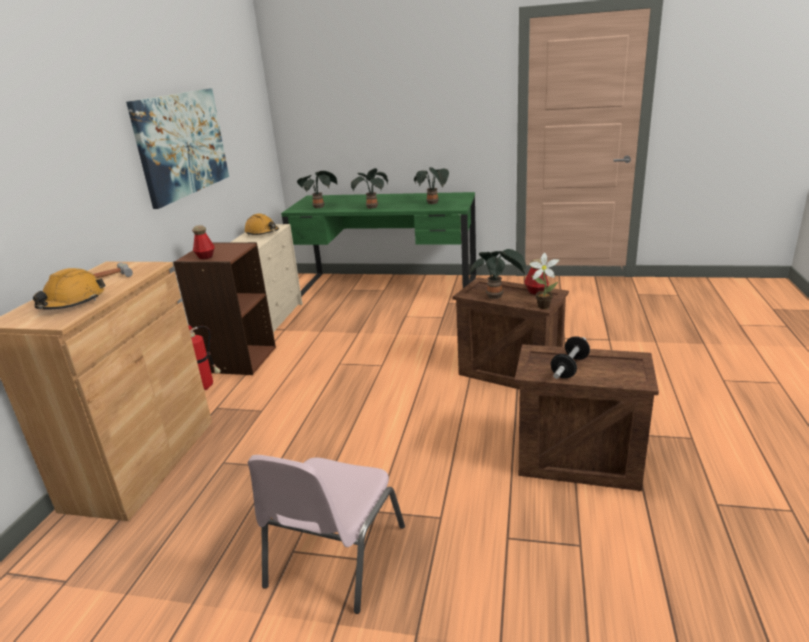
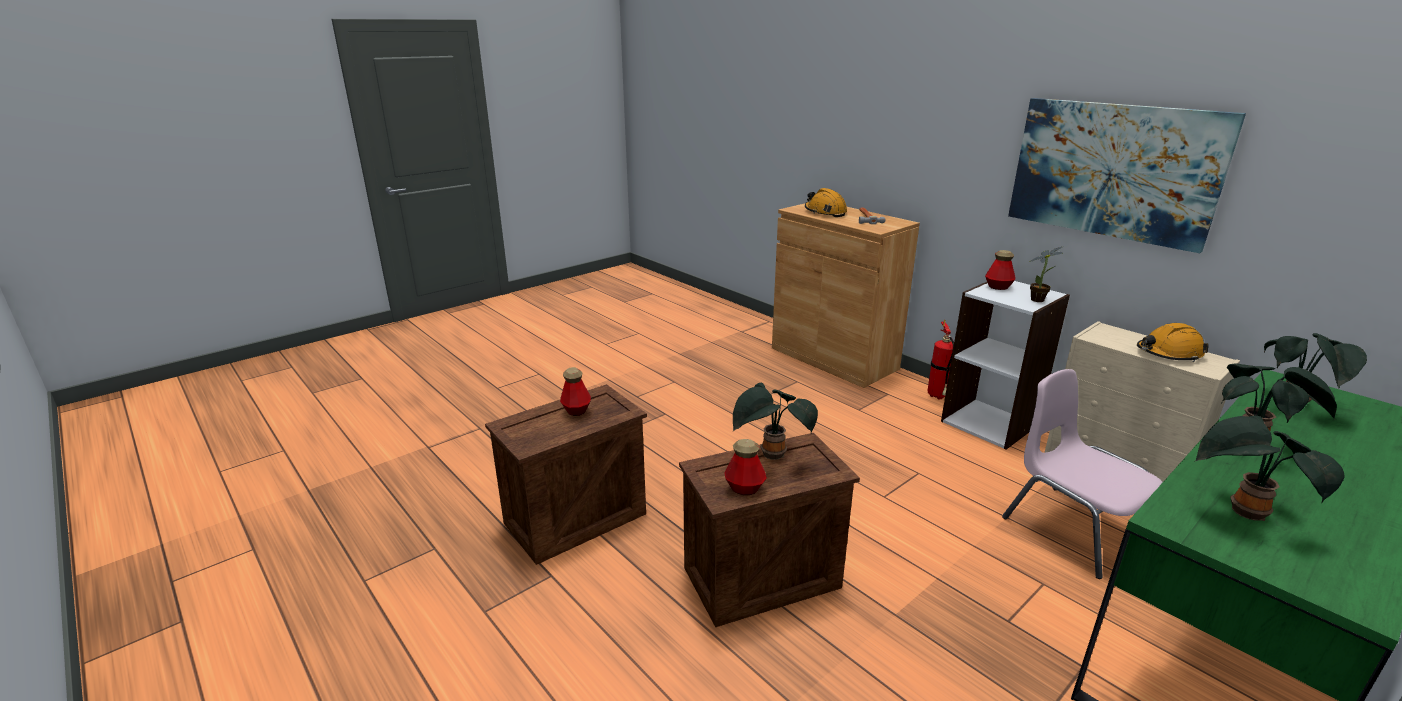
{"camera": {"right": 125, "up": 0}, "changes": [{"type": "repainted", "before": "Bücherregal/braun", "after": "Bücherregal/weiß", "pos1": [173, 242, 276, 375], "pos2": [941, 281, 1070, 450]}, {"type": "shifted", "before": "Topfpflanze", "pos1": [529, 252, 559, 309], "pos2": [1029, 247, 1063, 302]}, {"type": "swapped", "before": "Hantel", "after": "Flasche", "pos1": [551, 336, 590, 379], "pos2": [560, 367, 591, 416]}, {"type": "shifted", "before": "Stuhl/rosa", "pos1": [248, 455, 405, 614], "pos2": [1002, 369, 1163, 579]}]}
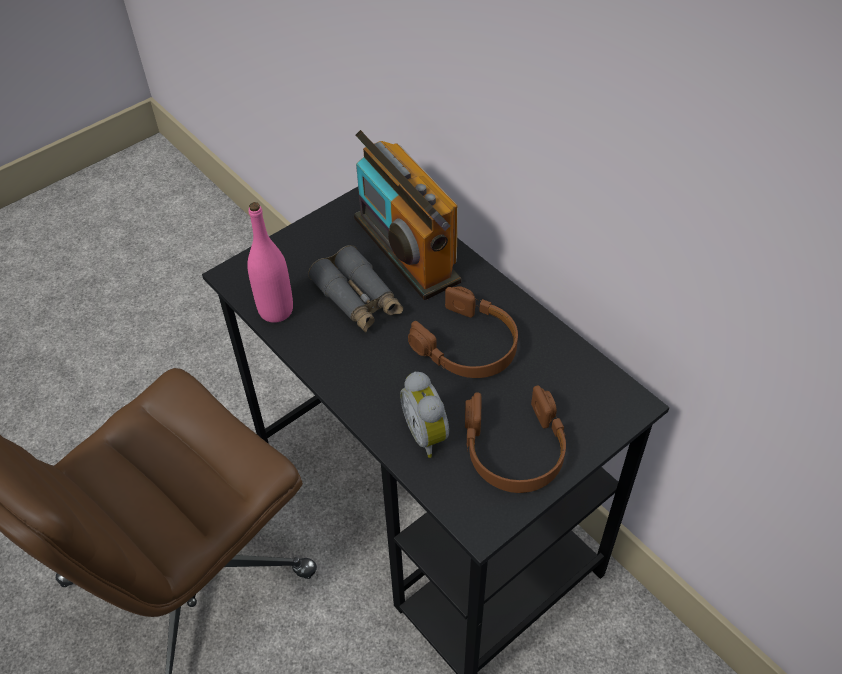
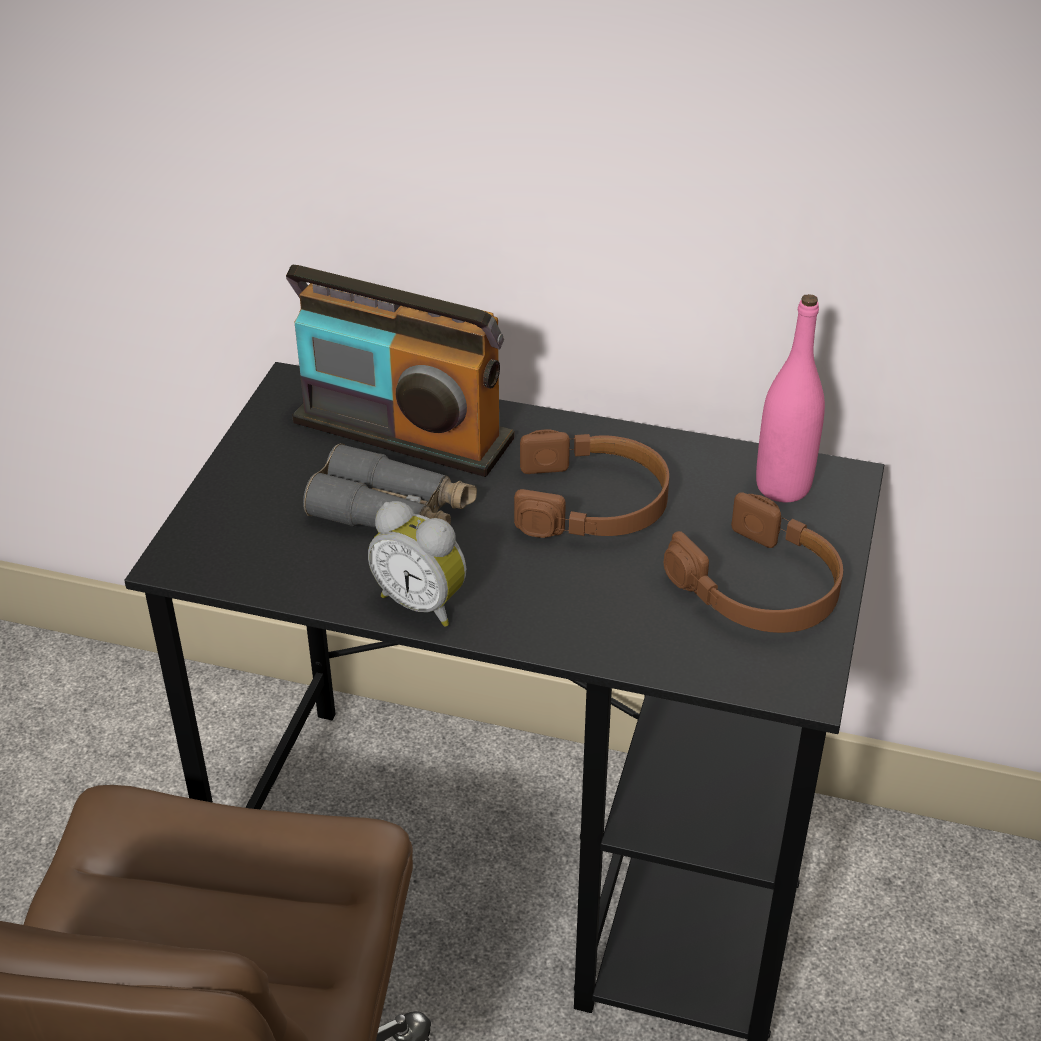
{"camera": {"right": -35, "up": -10}, "changes": [{"type": "shifted", "before": "Flasche/rosa", "pos1": [247, 202, 293, 323], "pos2": [756, 294, 825, 502]}, {"type": "shifted", "before": "Wecker", "pos1": [400, 372, 449, 458], "pos2": [368, 501, 466, 627]}]}
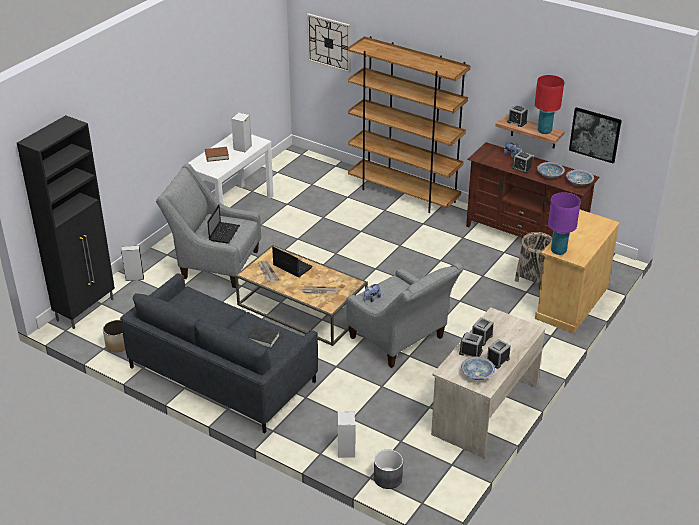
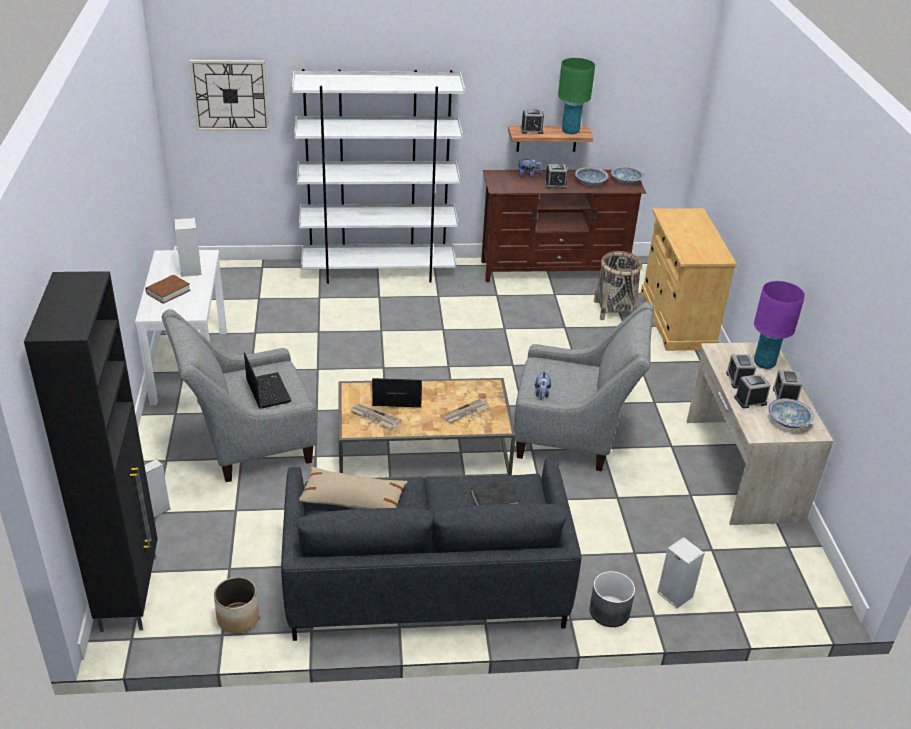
{"camera": {"right": -40, "up": 0}, "changes": [{"type": "repainted", "before": "Bücherregal/braun", "after": "Bücherregal/weiß", "pos1": [348, 36, 471, 213], "pos2": [292, 69, 465, 284]}, {"type": "repainted", "before": "Tischlampe/rot", "after": "Tischlampe/grün", "pos1": [535, 75, 564, 134], "pos2": [558, 58, 595, 134]}, {"type": "gone", "before": "Bild", "pos1": [569, 107, 622, 163]}, {"type": "shifted", "before": "Tischlampe/lila", "pos1": [548, 192, 581, 255], "pos2": [754, 281, 805, 369]}, {"type": "shifted", "before": "Pflanzkübel/grau", "pos1": [374, 450, 403, 489], "pos2": [589, 571, 635, 627]}, {"type": "new", "after": "Kissen/beige", "pos2": [299, 467, 408, 509]}]}
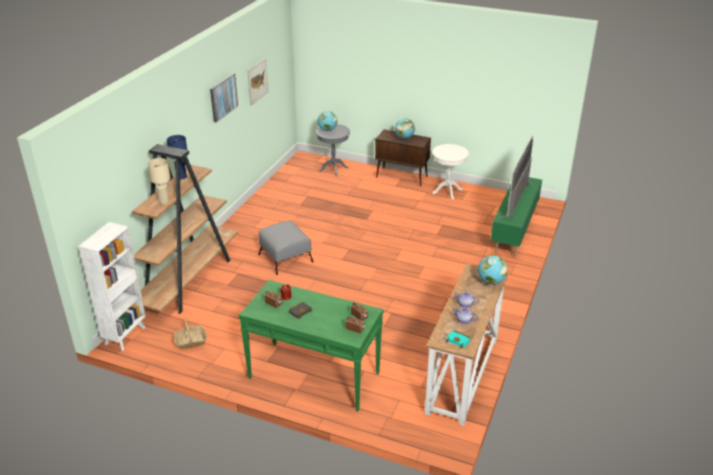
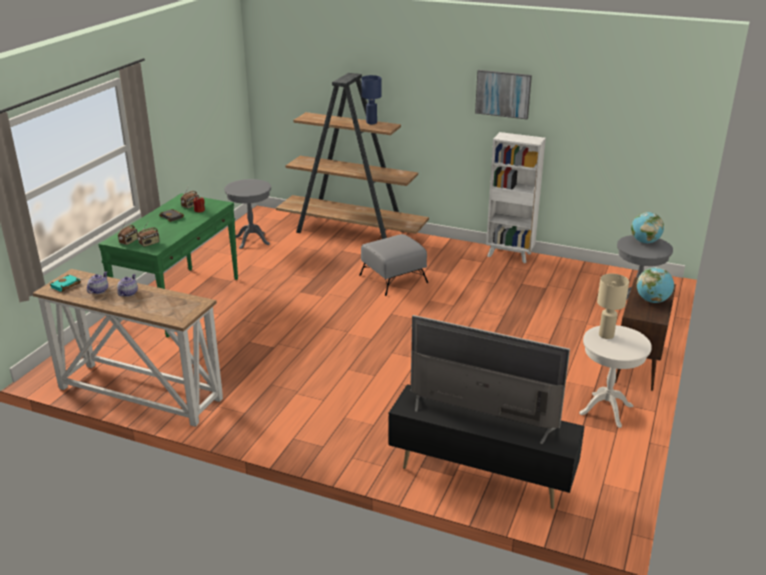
{"camera": {"right": 90, "up": -5}, "changes": [{"type": "gone", "before": "Bild", "pos1": [247, 58, 268, 106]}, {"type": "shifted", "before": "Tischlampe/beige", "pos1": [148, 158, 170, 205], "pos2": [597, 274, 629, 339]}, {"type": "repainted", "before": "Fernsehschrank/grün", "after": "Fernsehschrank/schwarz", "pos1": [491, 177, 542, 256], "pos2": [389, 384, 585, 509]}, {"type": "shifted", "before": "Bücherregal/weiß", "pos1": [78, 222, 146, 351], "pos2": [486, 132, 546, 263]}, {"type": "gone", "before": "Globus", "pos1": [478, 255, 508, 285]}, {"type": "swapped", "before": "Korb", "after": "Beistelltisch/grau", "pos1": [173, 319, 207, 349], "pos2": [224, 179, 271, 249]}]}
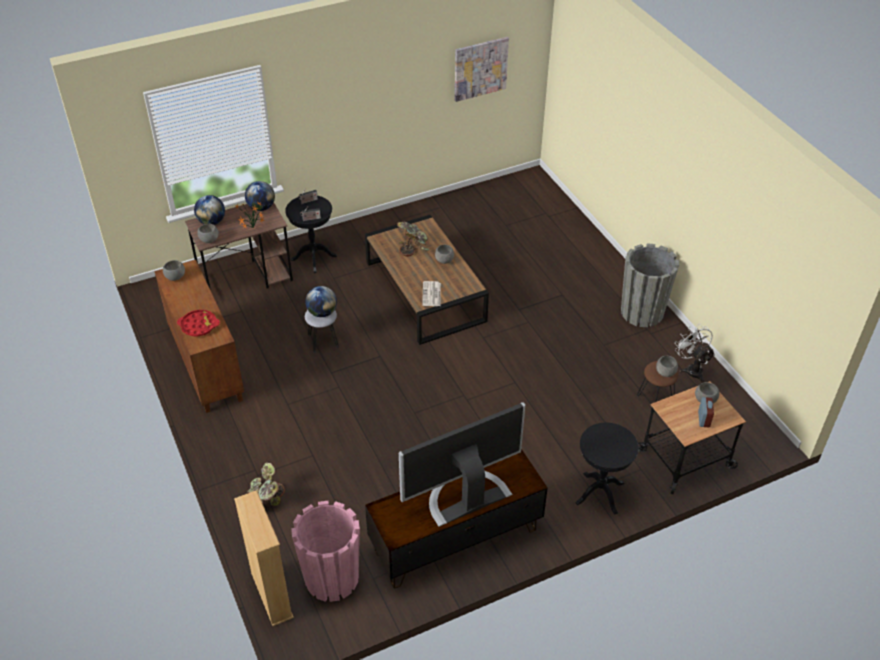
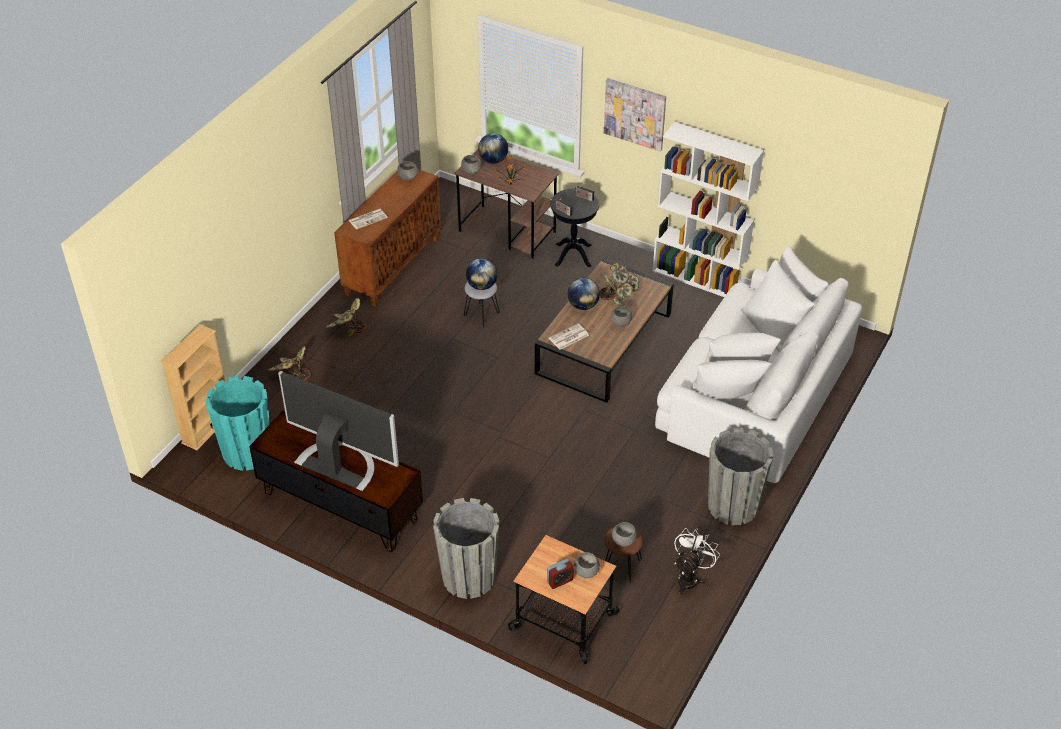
{"camera": {"right": 55, "up": 0}, "changes": [{"type": "shifted", "before": "Bild", "pos1": [455, 37, 509, 102], "pos2": [604, 78, 666, 152]}, {"type": "shifted", "before": "Globus", "pos1": [245, 181, 275, 211], "pos2": [568, 278, 600, 310]}, {"type": "swapped", "before": "Tablett/rot", "after": "Zeitung", "pos1": [177, 310, 220, 336], "pos2": [349, 209, 388, 230]}, {"type": "swapped", "before": "Beistelltisch/schwarz", "after": "Pflanzkübel/grau", "pos1": [575, 423, 639, 514], "pos2": [433, 498, 499, 599]}, {"type": "repainted", "before": "Pflanzkübel/rosa", "after": "Pflanzkübel/türkis", "pos1": [291, 501, 360, 602], "pos2": [205, 376, 270, 471]}, {"type": "new", "after": "Bücherregal/weiß", "pos2": [652, 122, 764, 297]}, {"type": "new", "after": "Sofa/weiß", "pos2": [655, 245, 862, 483]}, {"type": "new", "after": "Topfpflanze", "pos2": [325, 298, 366, 337]}]}
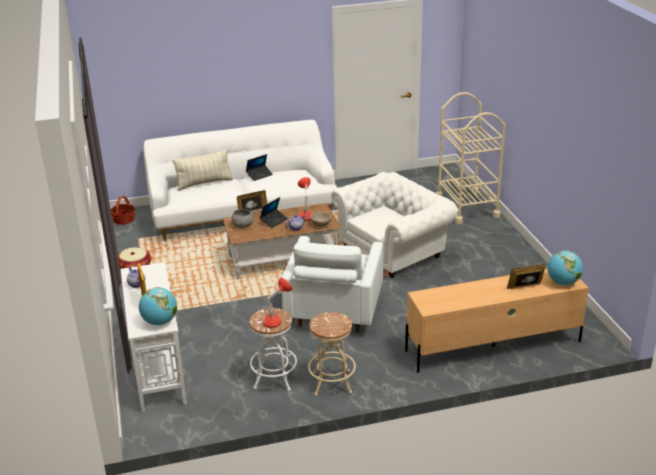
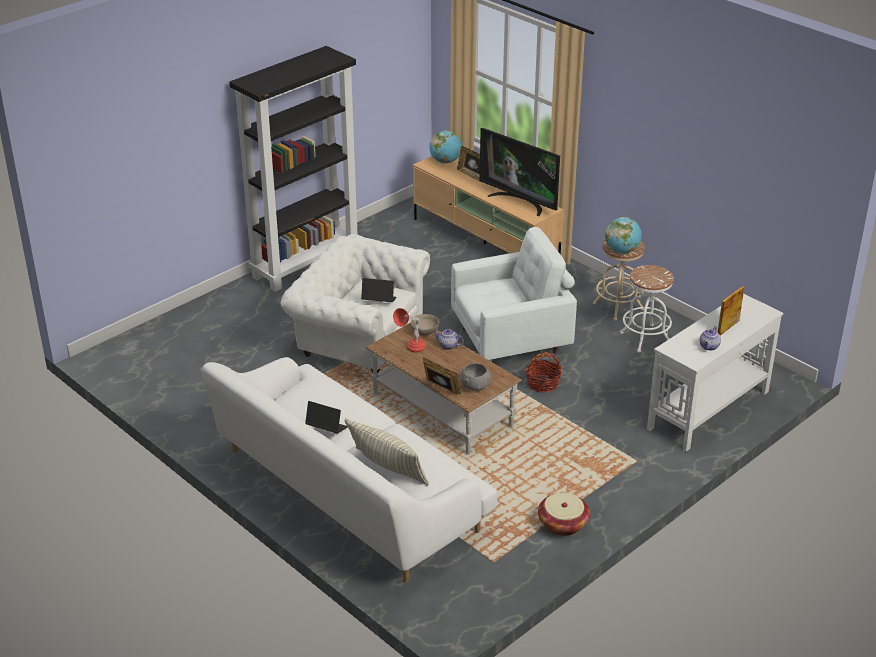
{"camera": {"right": -120, "up": 5}, "changes": [{"type": "gone", "before": "Rollwagen/beige", "pos1": [436, 92, 505, 224]}, {"type": "shifted", "before": "Korb", "pos1": [111, 195, 135, 225], "pos2": [526, 352, 562, 392]}, {"type": "shifted", "before": "Laptop", "pos1": [260, 197, 288, 228], "pos2": [361, 278, 397, 302]}, {"type": "gone", "before": "Tischlampe/rot", "pos1": [263, 277, 292, 328]}, {"type": "shifted", "before": "Globus", "pos1": [139, 287, 177, 325], "pos2": [605, 217, 642, 253]}, {"type": "new", "after": "Bücherregal/schwarz", "pos2": [230, 46, 358, 292]}, {"type": "new", "after": "Fernseher", "pos2": [480, 128, 560, 216]}]}
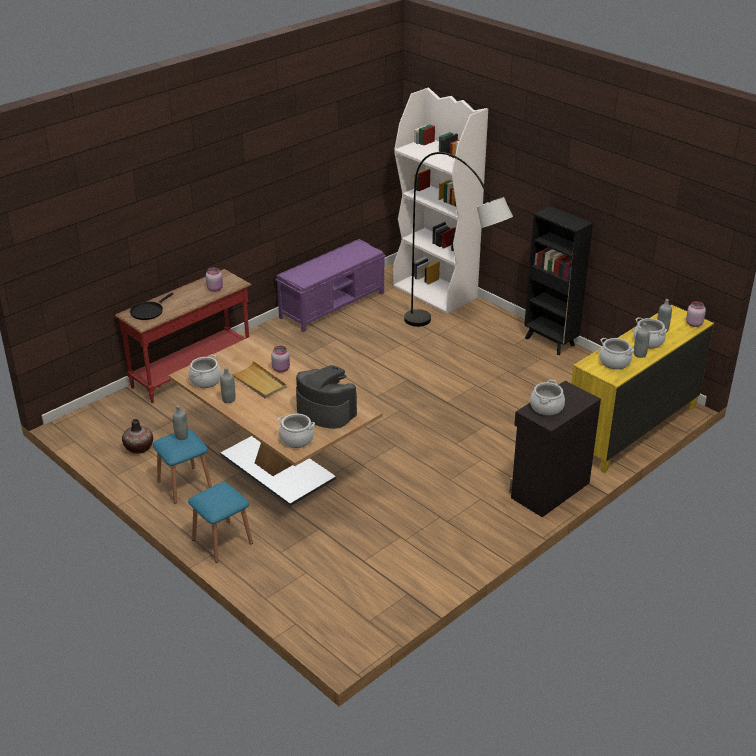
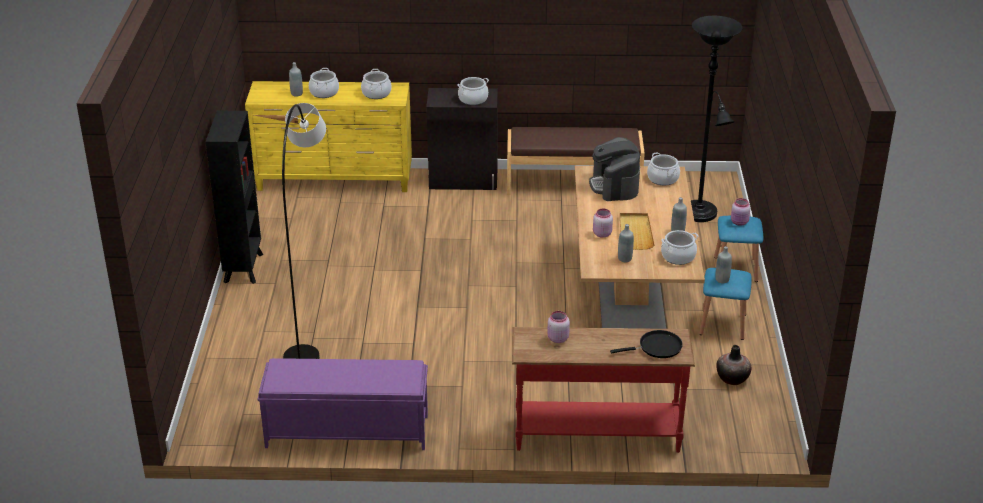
{"camera": {"right": -135, "up": 0}, "changes": [{"type": "gone", "before": "Bücherregal/weiß", "pos1": [393, 88, 488, 314]}, {"type": "shifted", "before": "Vorratsglas/rosa", "pos1": [686, 301, 706, 327], "pos2": [731, 198, 751, 226]}, {"type": "shifted", "before": "Flasche/grau", "pos1": [634, 323, 650, 358], "pos2": [618, 224, 634, 262]}, {"type": "new", "after": "Stehlampe/schwarz", "pos2": [691, 16, 742, 222]}, {"type": "new", "after": "Bank/braun", "pos2": [507, 127, 645, 195]}]}
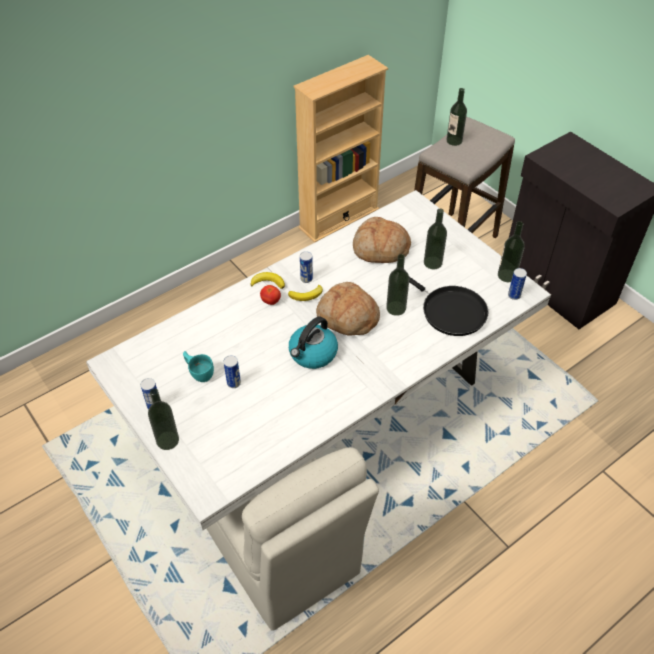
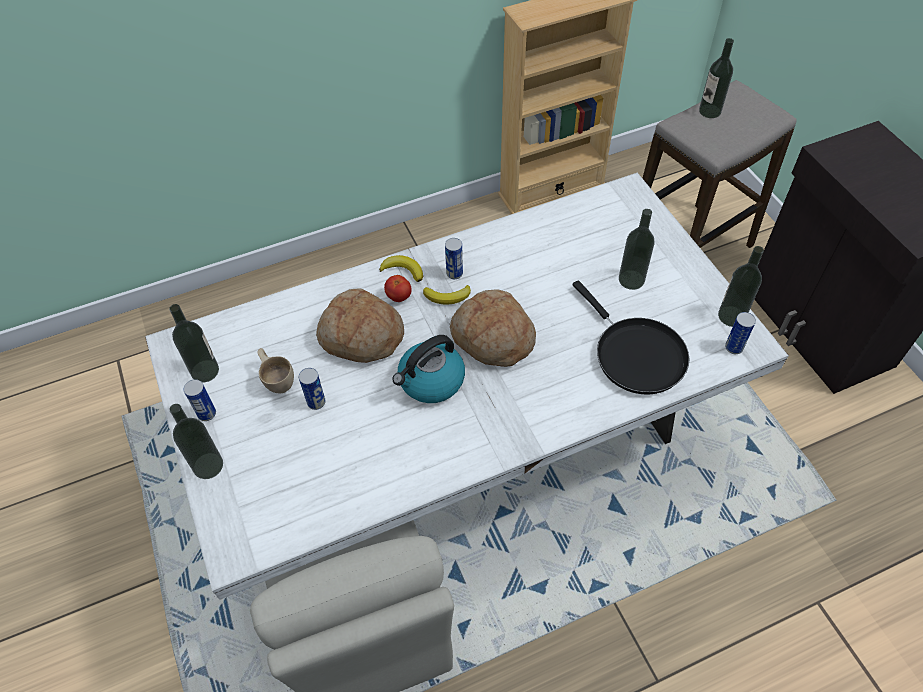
{"camera": {"right": 15, "up": 5}, "changes": [{"type": "shifted", "before": "Brot", "pos1": [353, 217, 411, 263], "pos2": [316, 288, 404, 363]}, {"type": "shifted", "before": "Flasche", "pos1": [386, 254, 409, 316], "pos2": [169, 304, 219, 383]}, {"type": "repainted", "before": "Tasse/türkis", "after": "Tasse/beige", "pos1": [183, 351, 214, 382], "pos2": [257, 348, 294, 393]}]}
